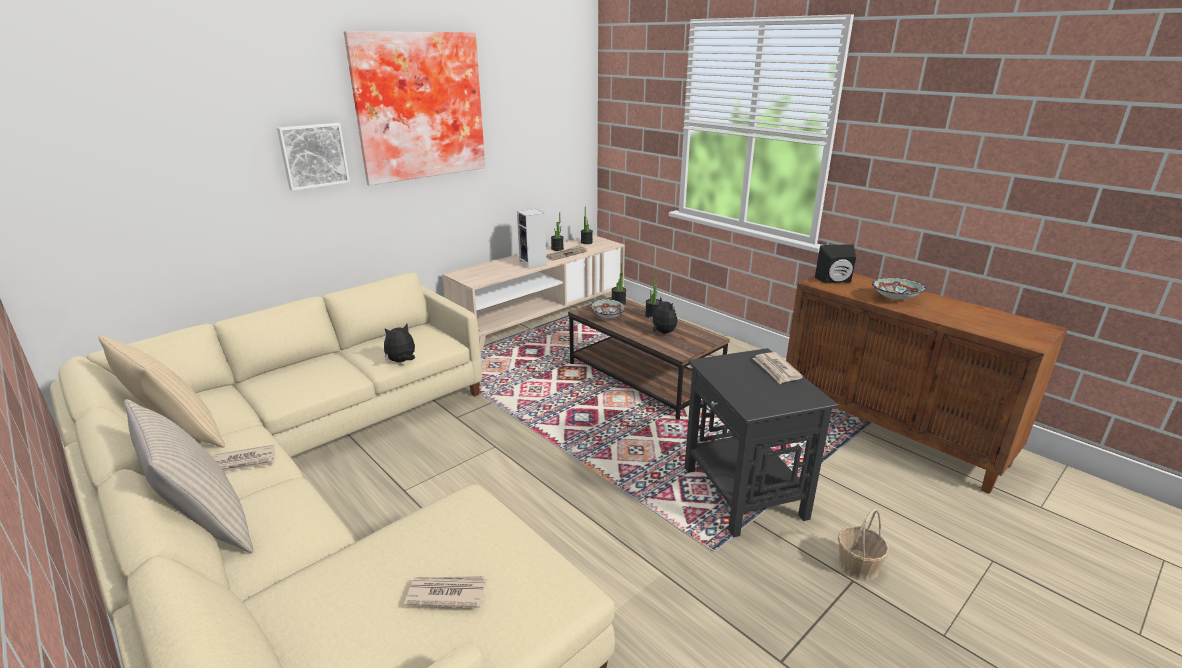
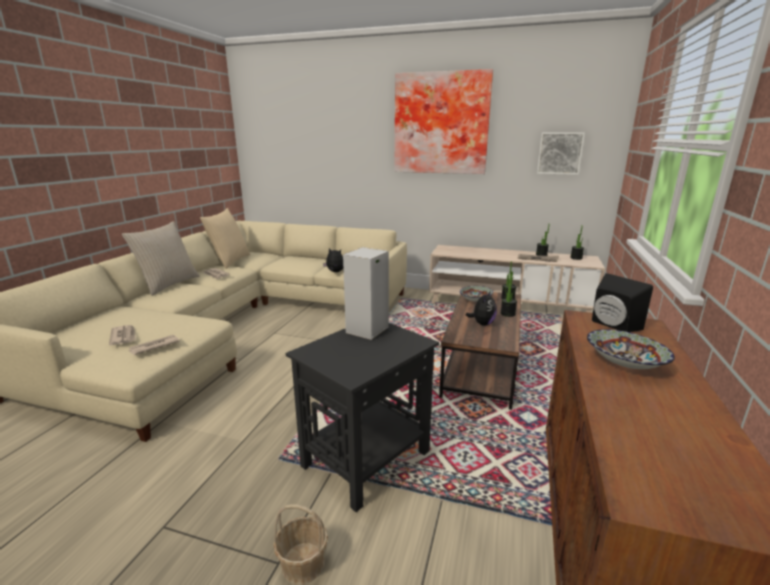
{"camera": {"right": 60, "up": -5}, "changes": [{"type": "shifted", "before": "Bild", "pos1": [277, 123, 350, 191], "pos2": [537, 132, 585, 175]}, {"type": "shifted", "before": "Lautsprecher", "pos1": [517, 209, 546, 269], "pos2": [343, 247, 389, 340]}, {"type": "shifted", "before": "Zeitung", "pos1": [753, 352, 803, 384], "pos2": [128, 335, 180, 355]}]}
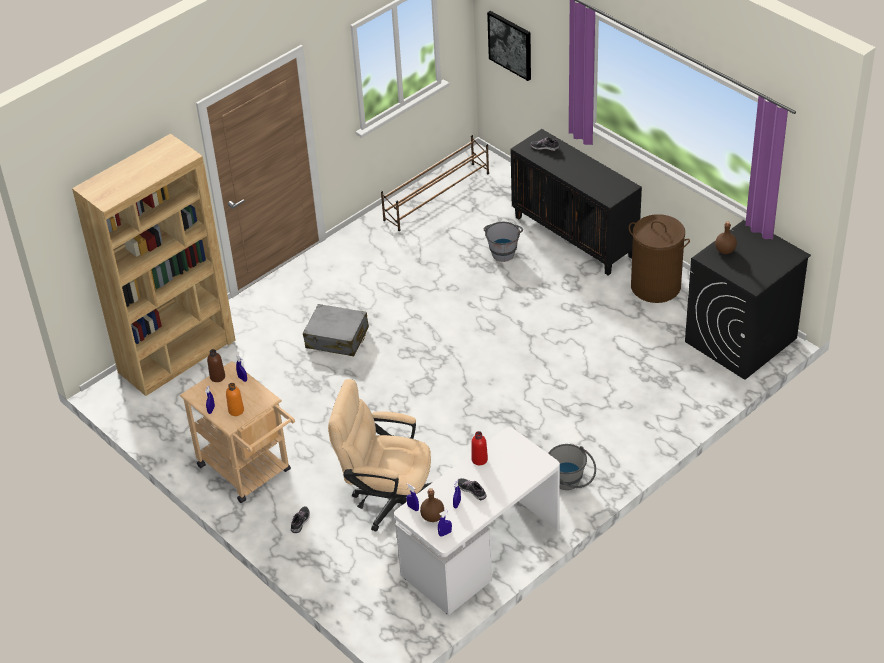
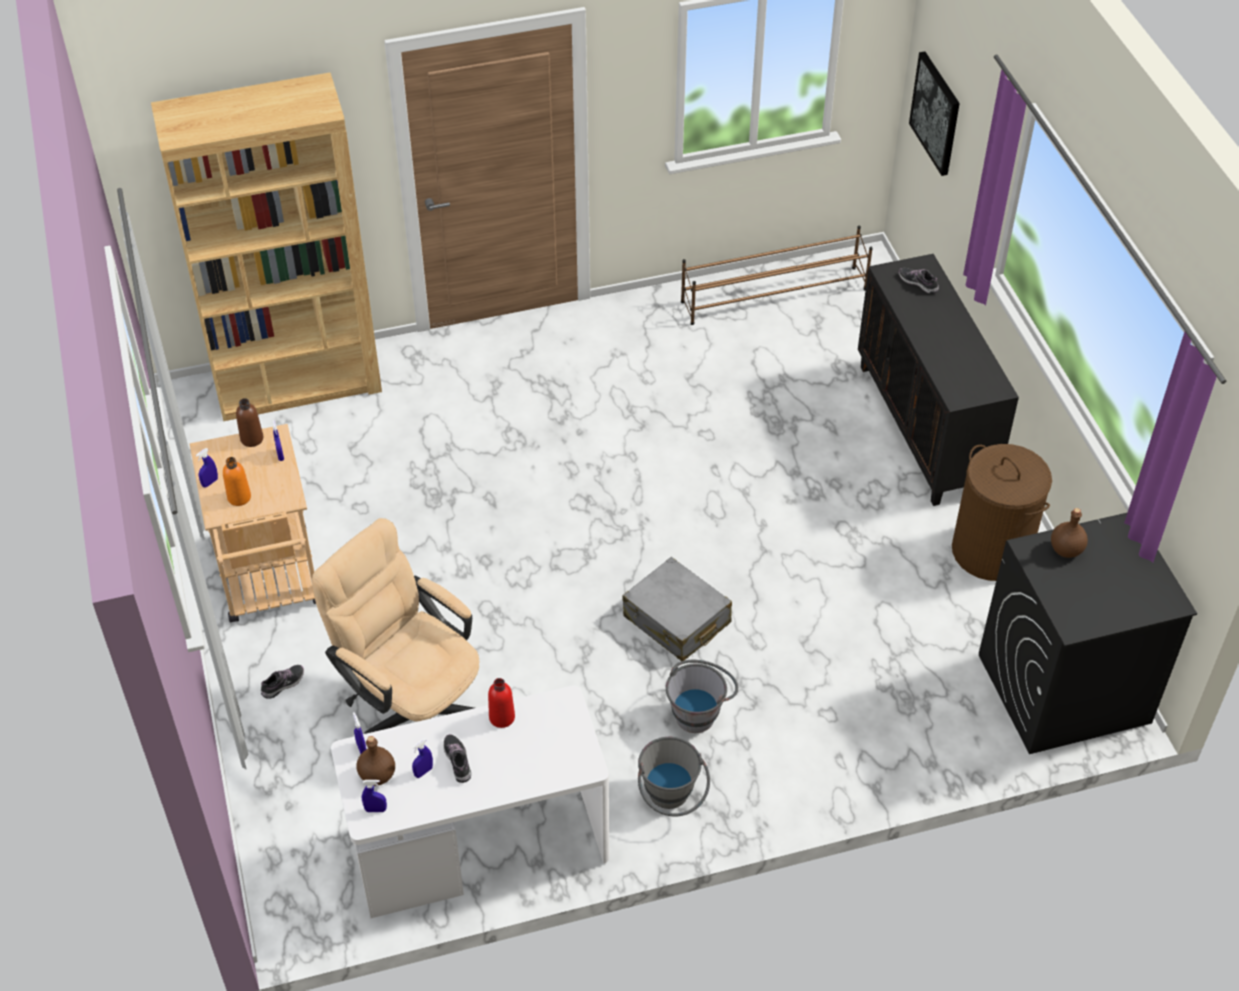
{"camera": {"right": 25, "up": 5}, "changes": [{"type": "shifted", "before": "Eimer/grau", "pos1": [484, 222, 523, 262], "pos2": [666, 660, 738, 733]}, {"type": "shifted", "before": "Koffer/grau", "pos1": [303, 304, 369, 356], "pos2": [622, 557, 732, 661]}]}
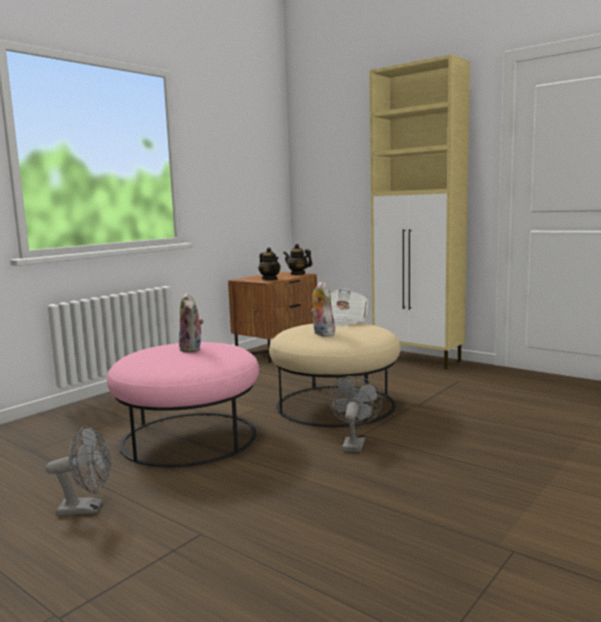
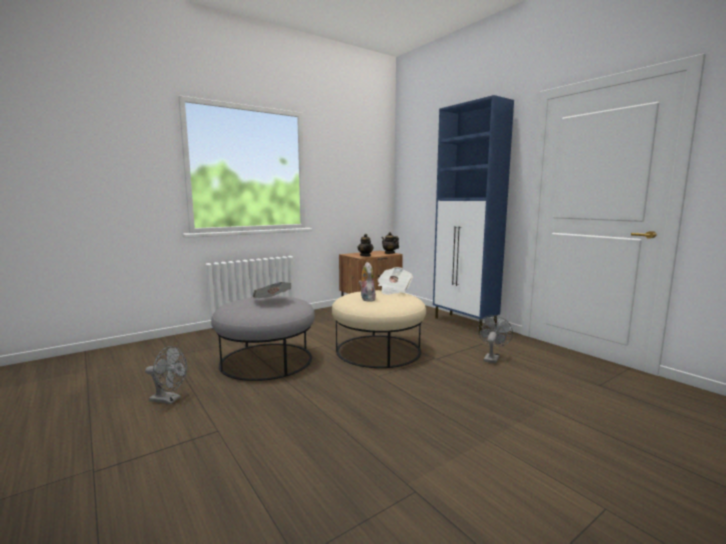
{"camera": {"right": 15, "up": 0}, "changes": [{"type": "repainted", "before": "Schrank/beige", "after": "Schrank/blau", "pos1": [369, 54, 470, 369], "pos2": [433, 95, 514, 333]}, {"type": "swapped", "before": "Plüschtier", "after": "Zeitung", "pos1": [179, 292, 204, 353], "pos2": [252, 282, 291, 298]}, {"type": "repainted", "before": "Polsterhocker/rosa", "after": "Polsterhocker/grau", "pos1": [107, 342, 259, 467], "pos2": [211, 296, 315, 381]}, {"type": "shifted", "before": "Ventilator/grau", "pos1": [328, 376, 382, 452], "pos2": [477, 315, 513, 364]}]}
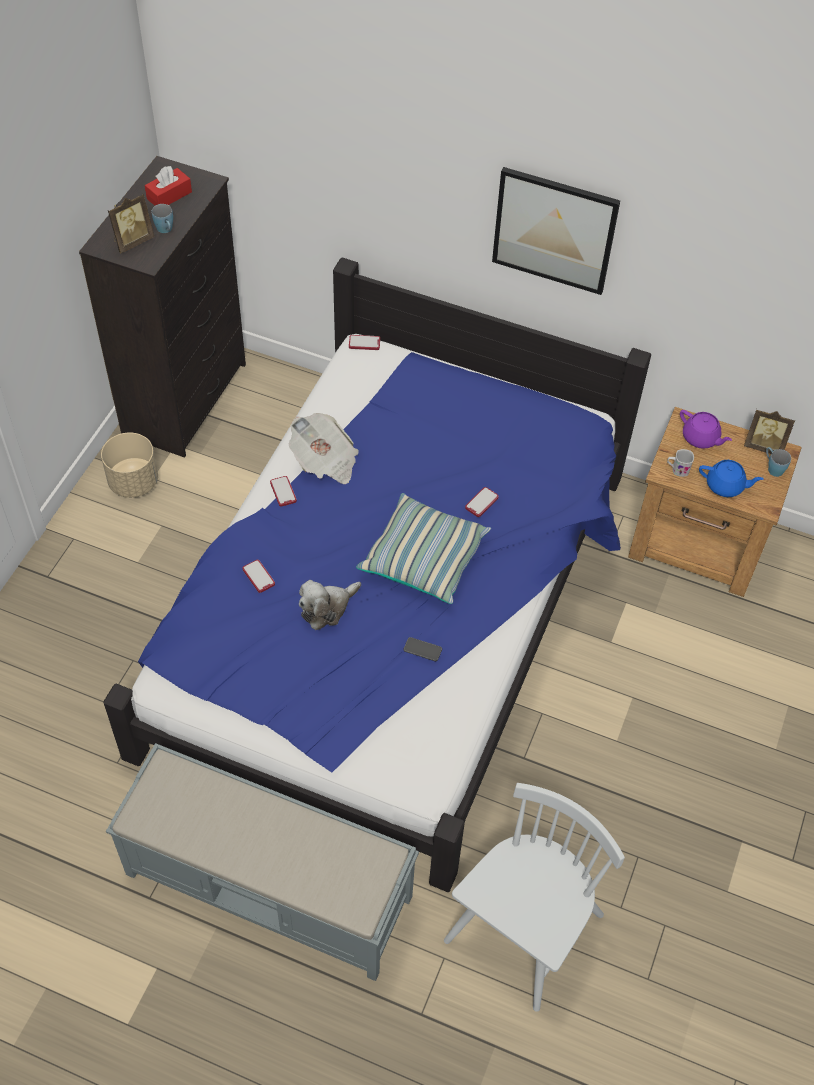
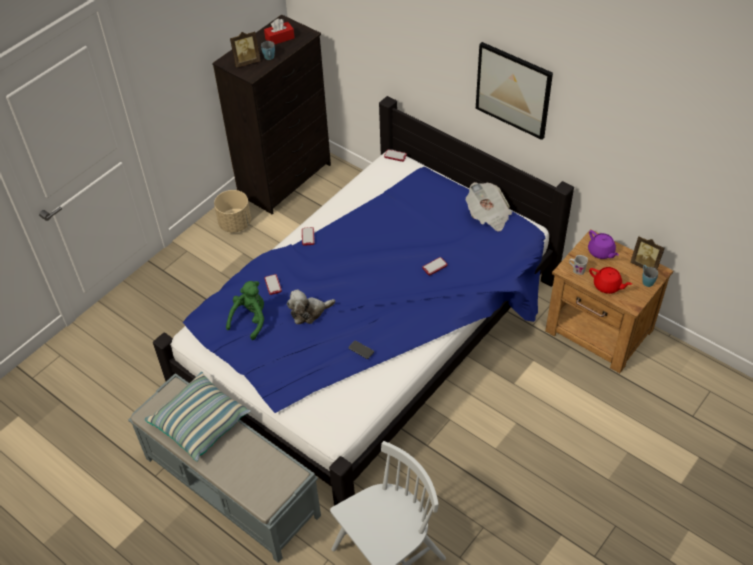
{"camera": {"right": 20, "up": -5}, "changes": [{"type": "shifted", "before": "Zeitung", "pos1": [288, 413, 359, 484], "pos2": [466, 182, 512, 231]}, {"type": "repainted", "before": "Teekanne/blau", "after": "Teekanne/rot", "pos1": [699, 460, 764, 497], "pos2": [589, 267, 632, 294]}, {"type": "shifted", "before": "Kissen", "pos1": [356, 493, 491, 604], "pos2": [145, 372, 251, 461]}, {"type": "new", "after": "Plüschtier/grün", "pos2": [226, 281, 264, 340]}]}
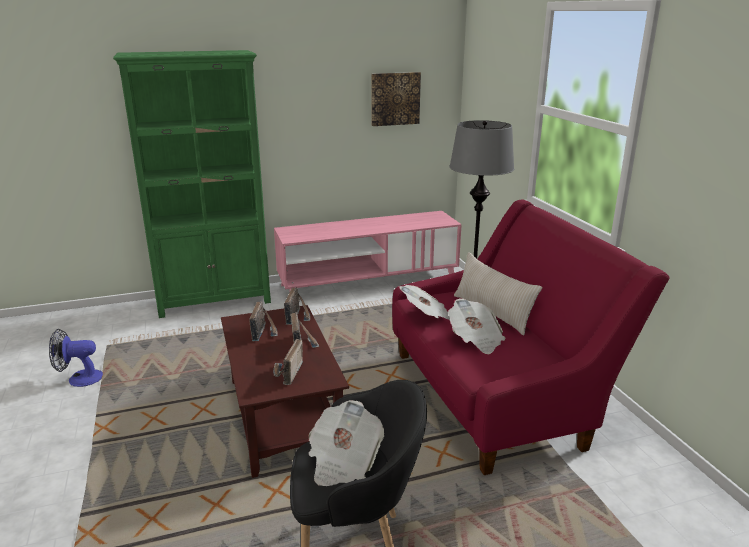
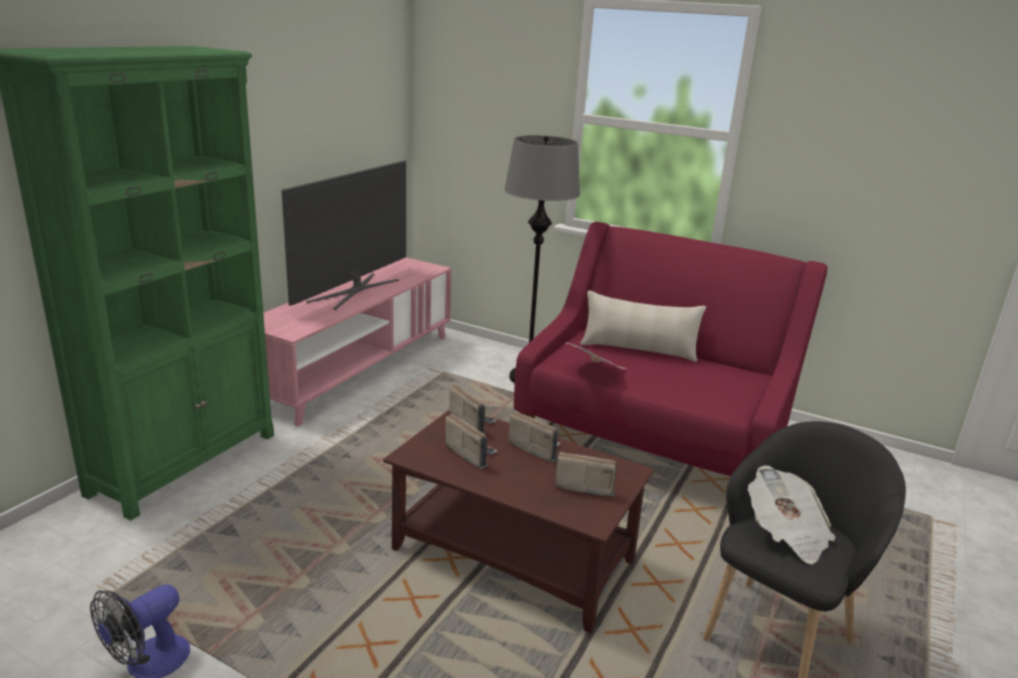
{"camera": {"right": -45, "up": 0}, "changes": [{"type": "gone", "before": "Bild", "pos1": [371, 72, 421, 126]}, {"type": "gone", "before": "Zeitung", "pos1": [448, 298, 506, 354]}, {"type": "rotated", "before": "Radio", "pos1": [273, 339, 303, 385], "pos2": [554, 452, 617, 497], "turn": 135}, {"type": "new", "after": "Fernseher", "pos2": [281, 160, 406, 310]}]}
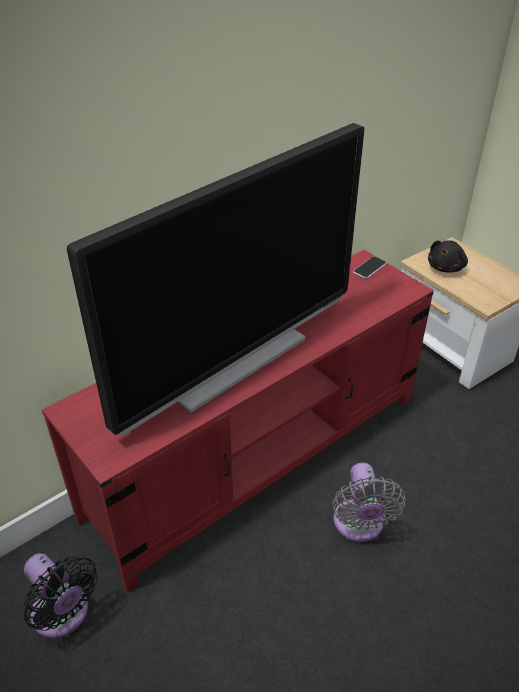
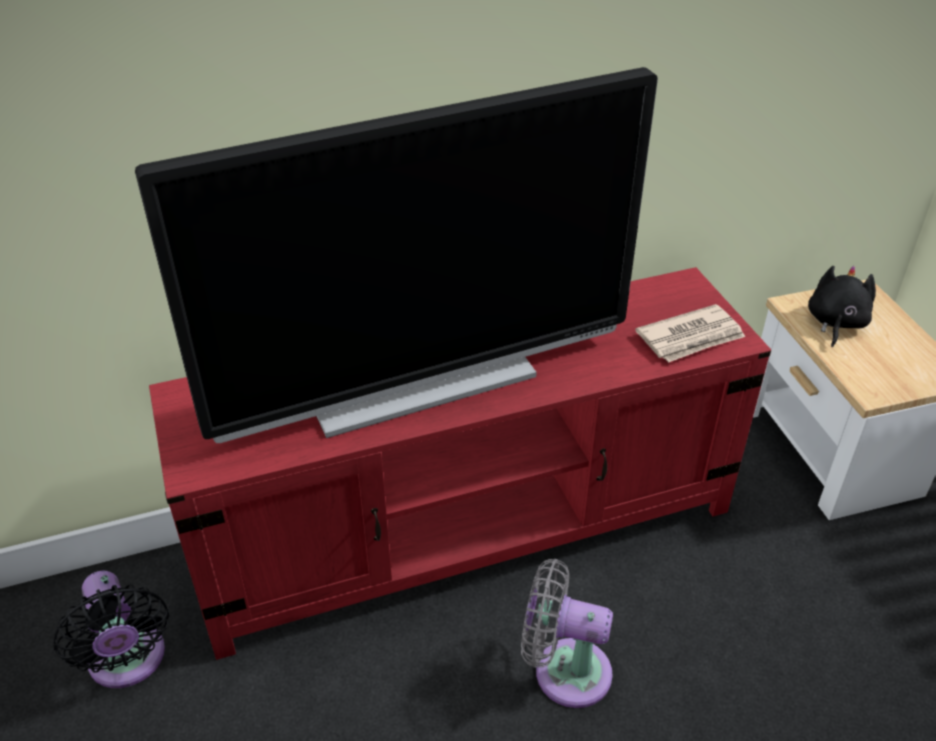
{"camera": {"right": 20, "up": 0}, "changes": [{"type": "rotated", "before": "Plüschtier/schwarz", "pos1": [428, 240, 468, 272], "pos2": [808, 266, 876, 348], "turn": 150}, {"type": "gone", "before": "Handy", "pos1": [353, 256, 387, 279]}, {"type": "rotated", "before": "Ventilator/grau", "pos1": [332, 463, 406, 542], "pos2": [521, 559, 613, 708], "turn": 90}, {"type": "new", "after": "Zeitung", "pos2": [635, 304, 745, 363]}]}
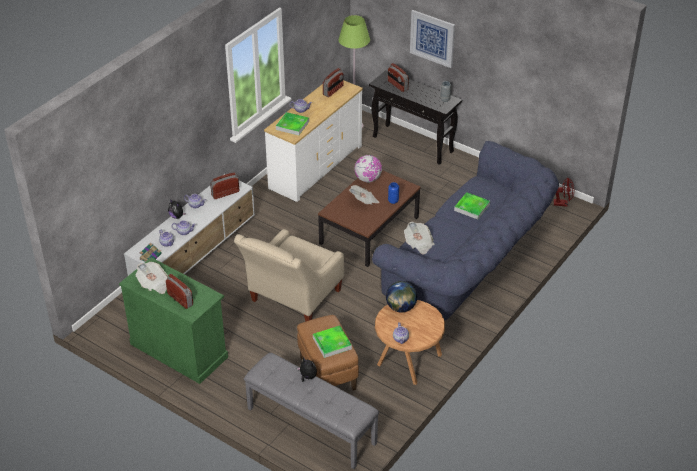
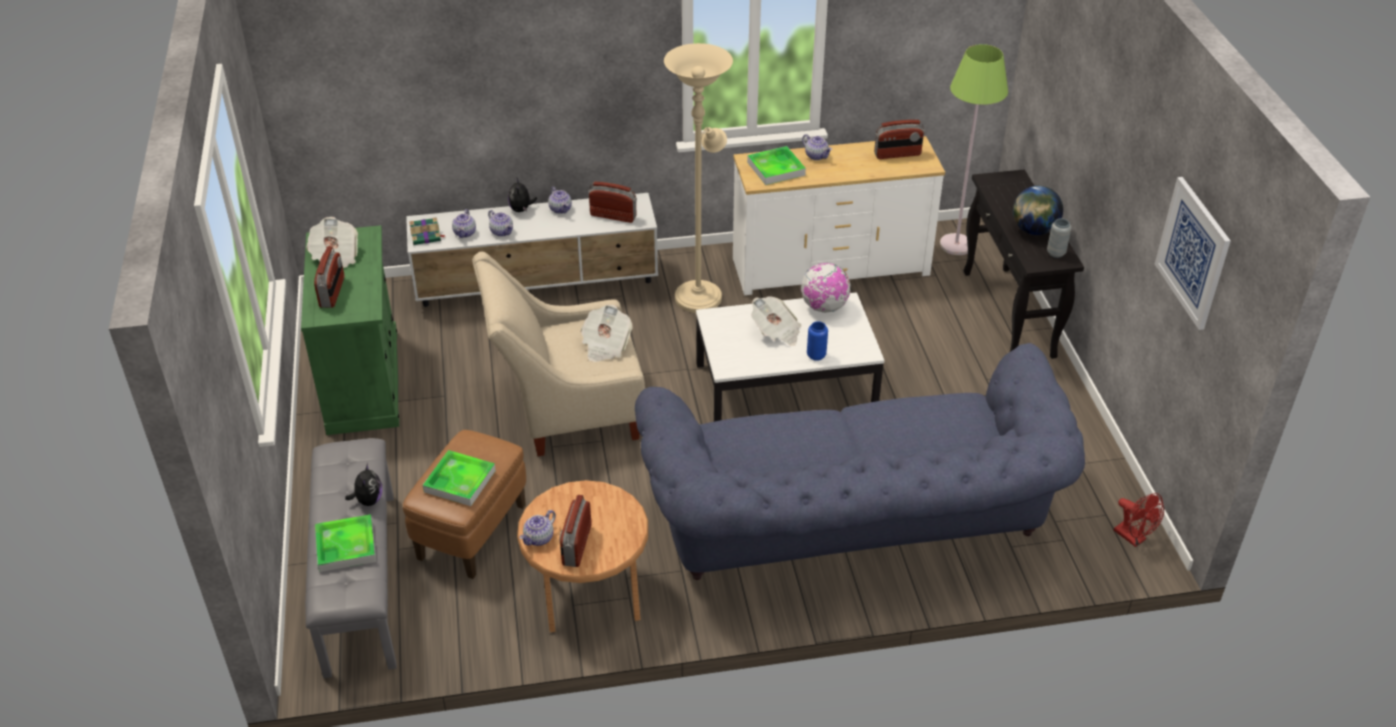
{"camera": {"right": 45, "up": 0}, "changes": [{"type": "shifted", "before": "Bild", "pos1": [410, 10, 455, 68], "pos2": [1155, 177, 1231, 330]}, {"type": "shifted", "before": "Radio", "pos1": [388, 63, 409, 92], "pos2": [559, 495, 592, 567]}, {"type": "repainted", "before": "Couchtisch/braun", "after": "Couchtisch/weiß", "pos1": [318, 170, 421, 267], "pos2": [696, 292, 885, 422]}, {"type": "shifted", "before": "Tablett", "pos1": [454, 192, 490, 219], "pos2": [315, 514, 376, 572]}, {"type": "shifted", "before": "Zeitung", "pos1": [404, 222, 434, 255], "pos2": [581, 304, 633, 362]}, {"type": "shifted", "before": "Globus", "pos1": [386, 281, 417, 312], "pos2": [1013, 186, 1063, 235]}, {"type": "new", "after": "Stehlampe/beige", "pos2": [664, 43, 733, 313]}]}
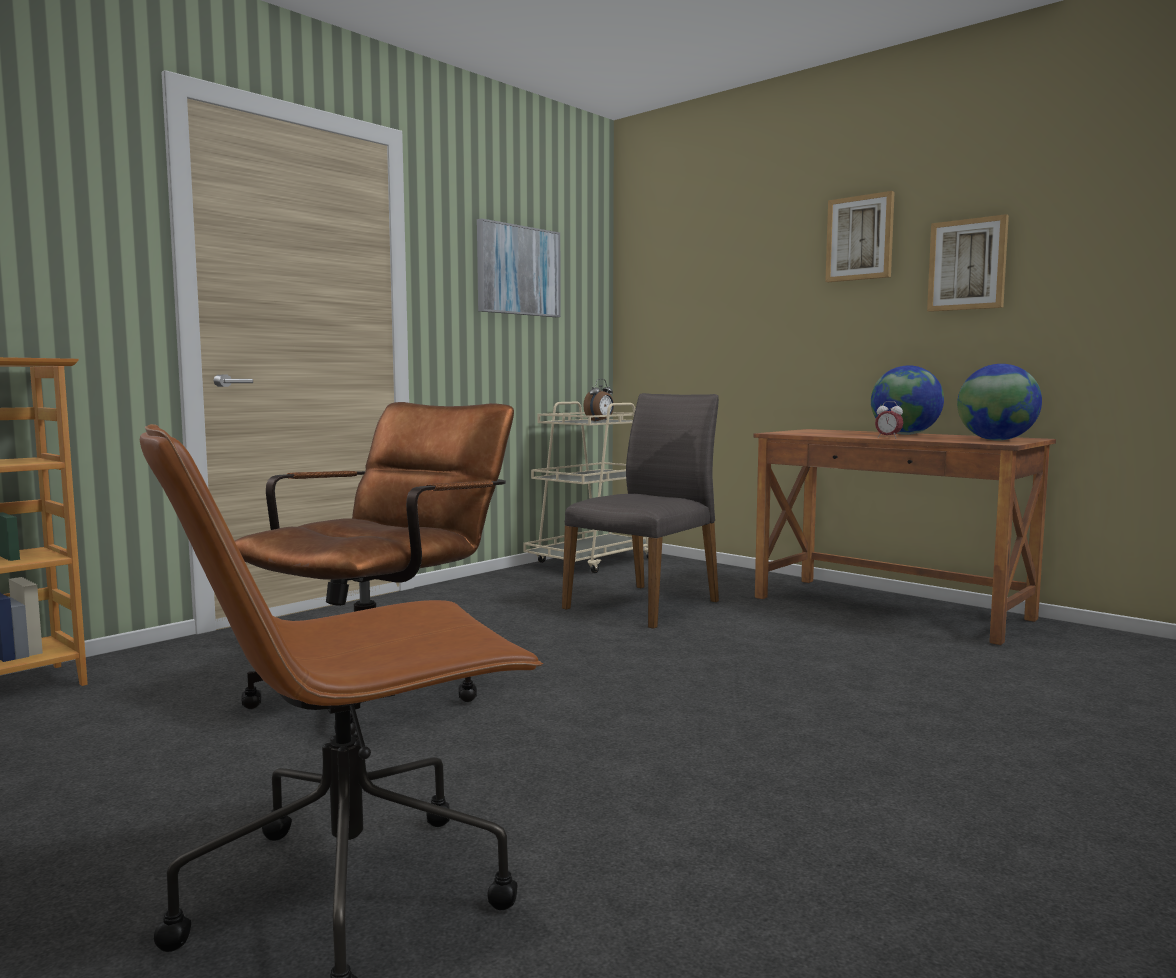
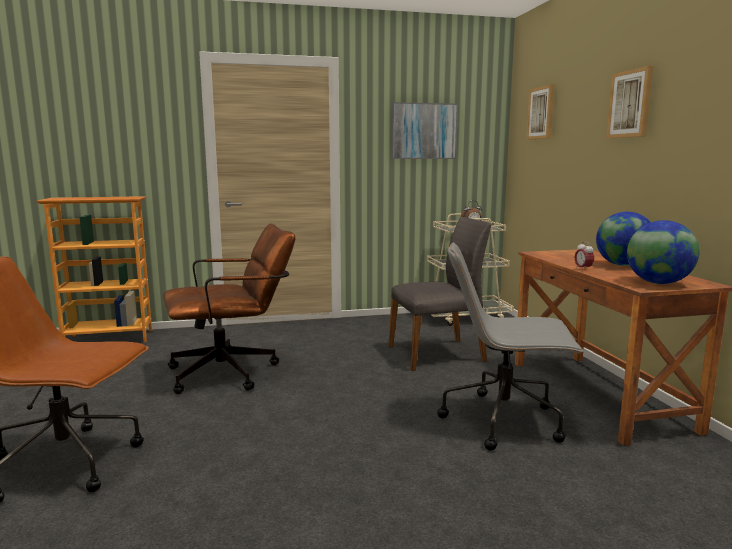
{"camera": {"right": 35, "up": 5}, "changes": [{"type": "shifted", "before": "Bild", "pos1": [927, 214, 1009, 312], "pos2": [526, 84, 555, 140]}, {"type": "new", "after": "Bürostuhl/grau", "pos2": [437, 243, 584, 451]}]}
